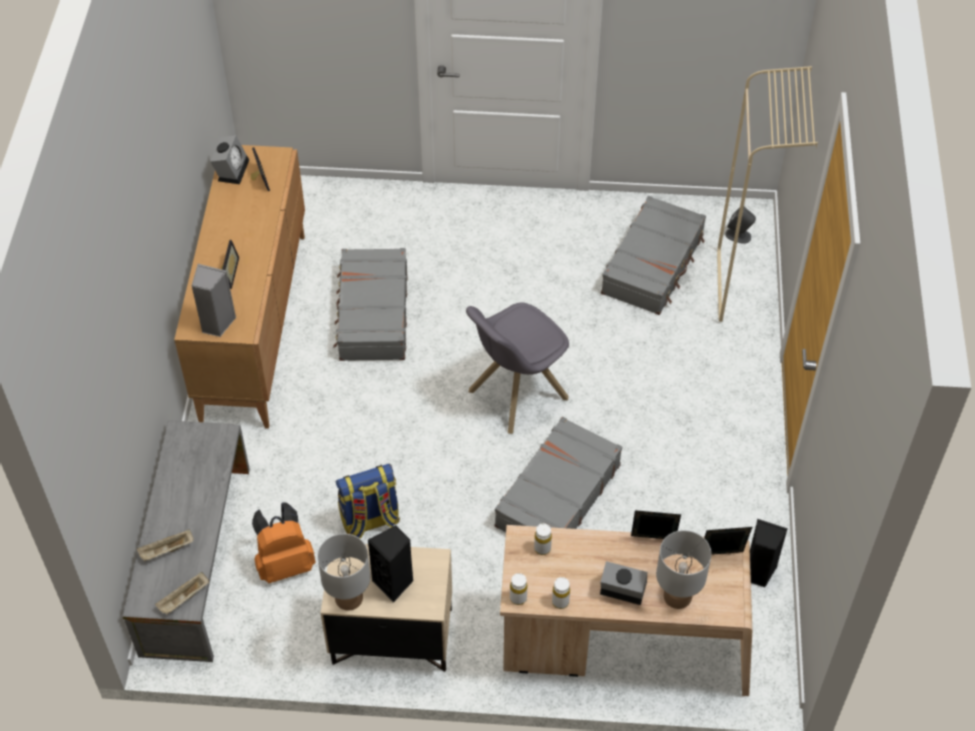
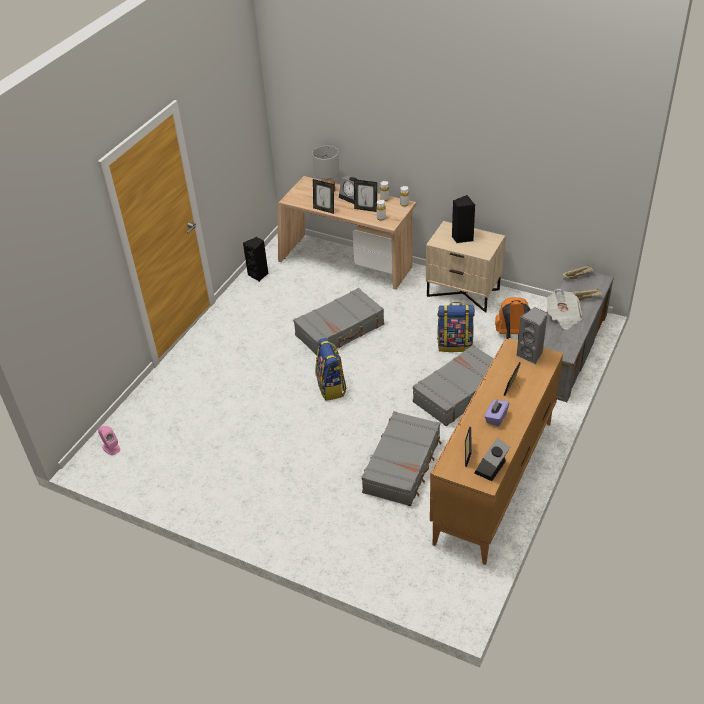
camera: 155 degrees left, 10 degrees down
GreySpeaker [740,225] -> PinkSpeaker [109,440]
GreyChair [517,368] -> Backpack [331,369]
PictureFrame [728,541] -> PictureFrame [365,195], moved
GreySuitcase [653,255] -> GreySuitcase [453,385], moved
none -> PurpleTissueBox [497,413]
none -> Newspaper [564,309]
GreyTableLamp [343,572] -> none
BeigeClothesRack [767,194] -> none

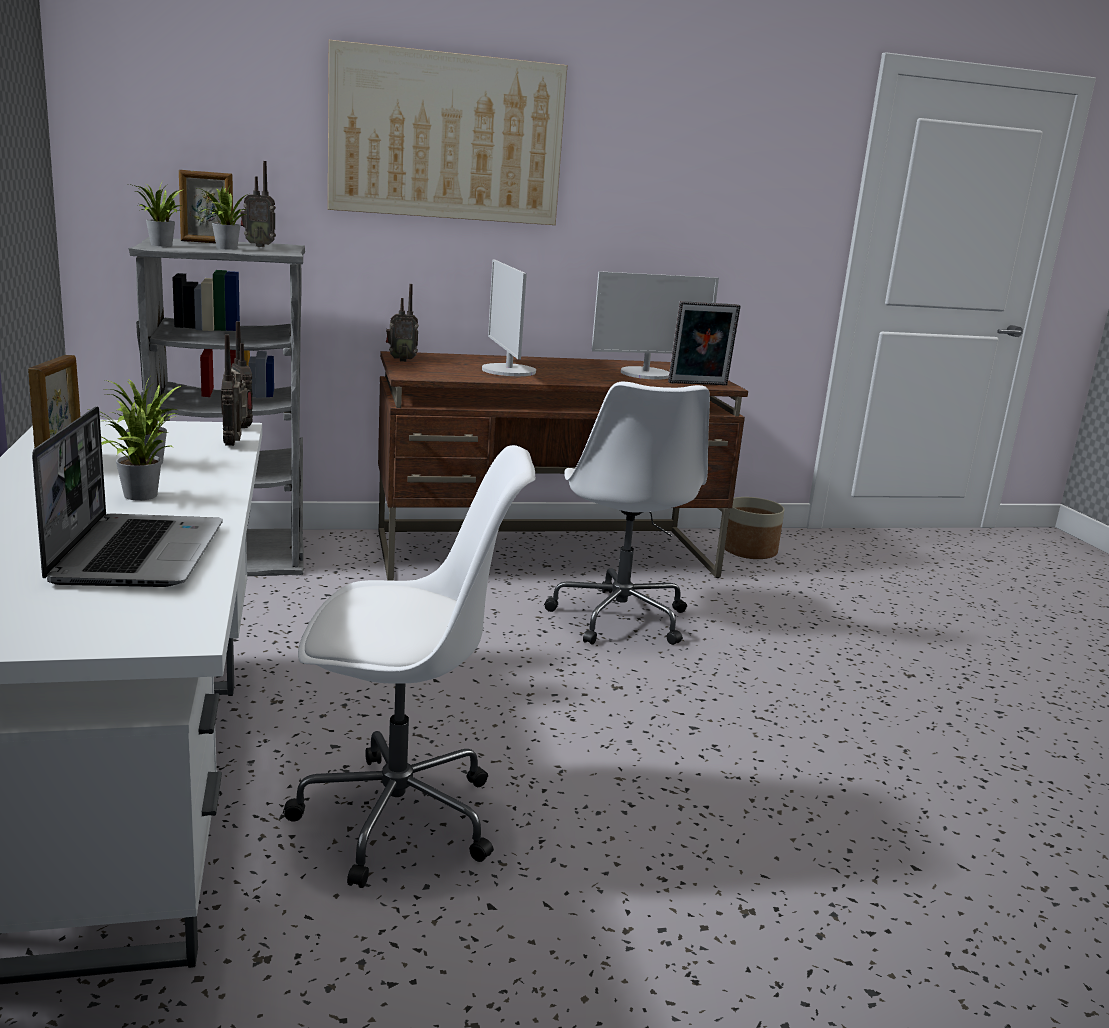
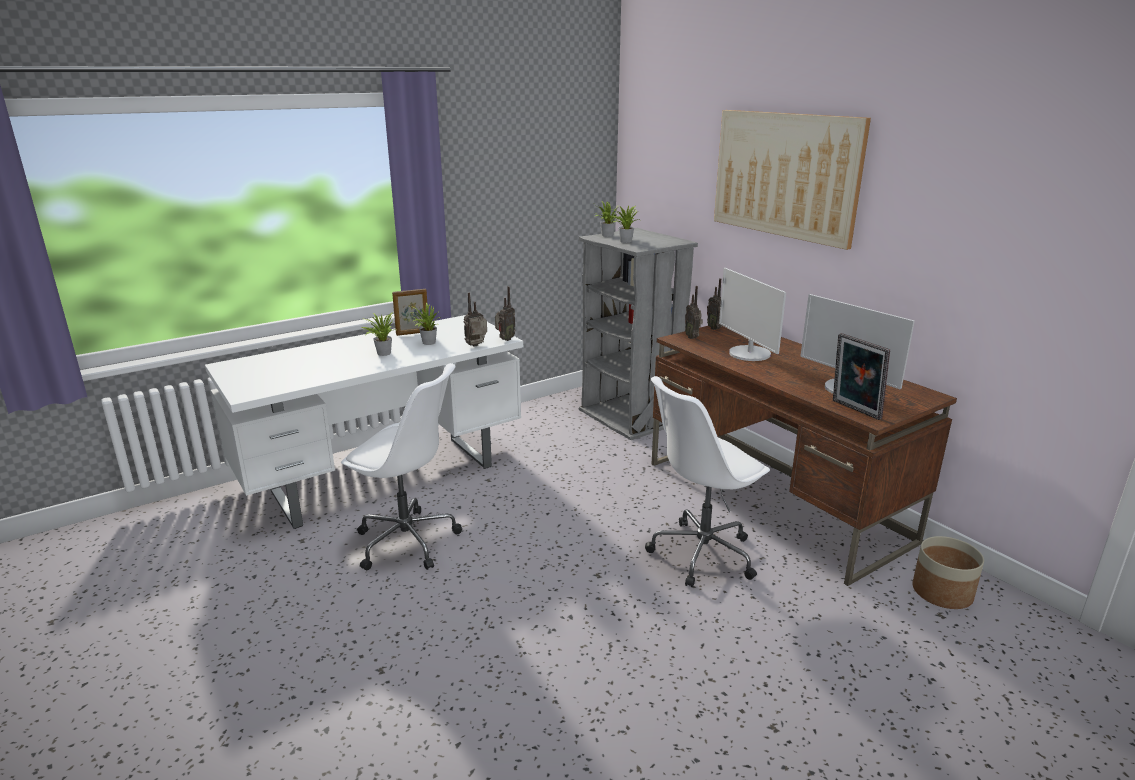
camera: 70 degrees right, 5 degrees up
WhiteOfficeChair [409,666] -> WhiteOfficeChair [401,466], 45 degrees counterclockwise
Radio [258,204] -> Radio [694,312], moved
Monitor [509,317] -> Monitor [752,314], 75 degrees counterclockwise
Laptop [127,496] -> none
PictureFrame [206,206] -> none

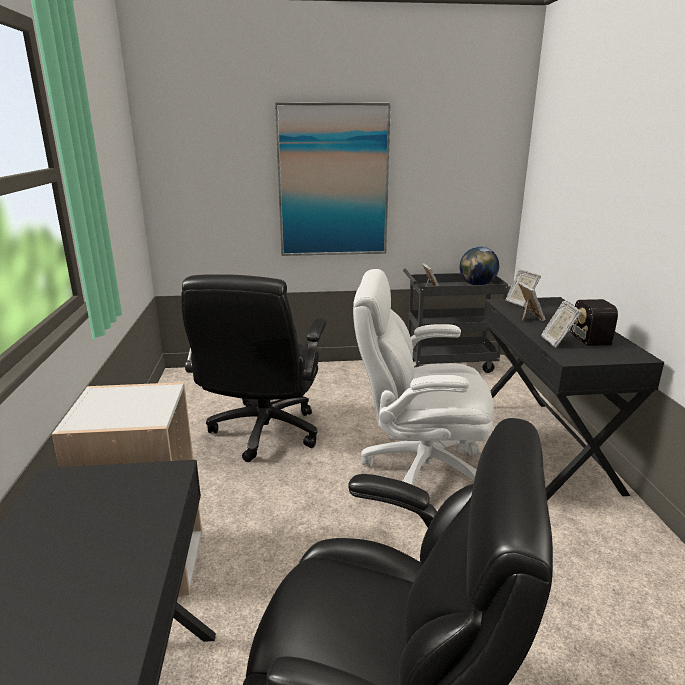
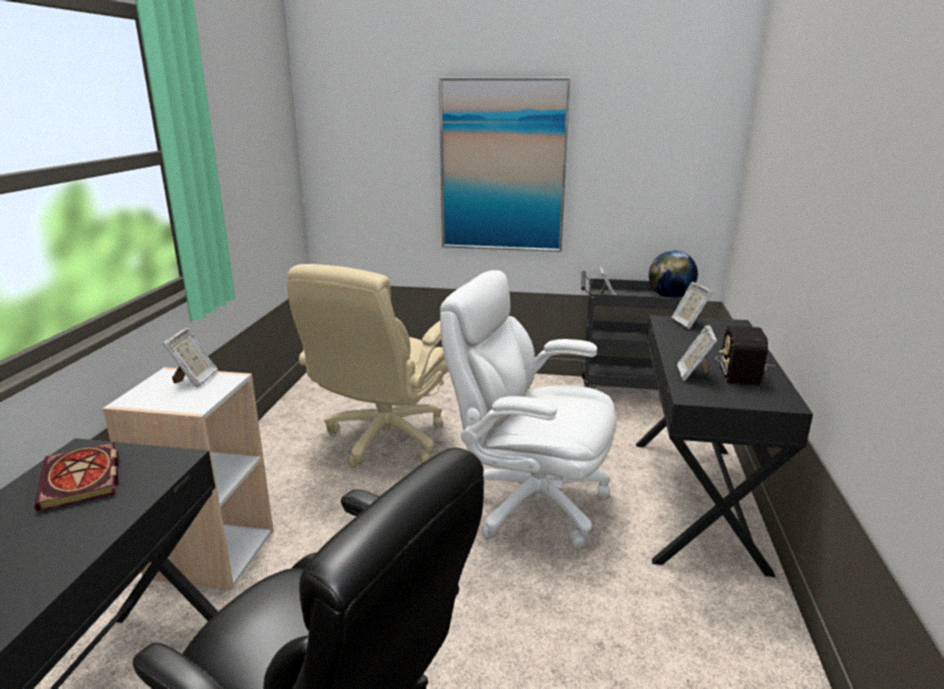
camera: 15 degrees right, 0 degrees up
none -> Book [76,476]
PictureFrame [531,301] -> PictureFrame [190,358], moved
BlackOfficeChair [253,368] -> BeigeOfficeChair [368,366]

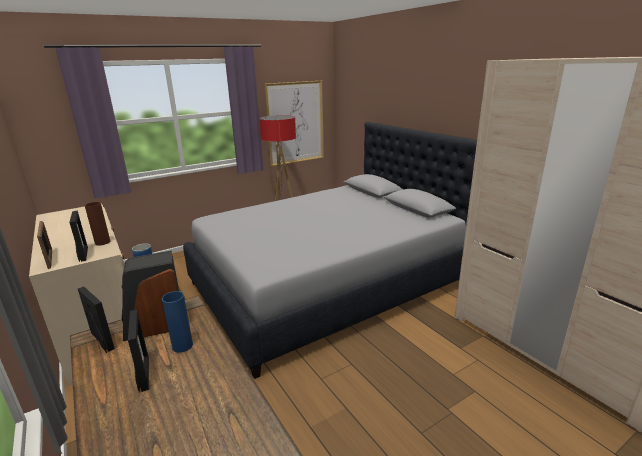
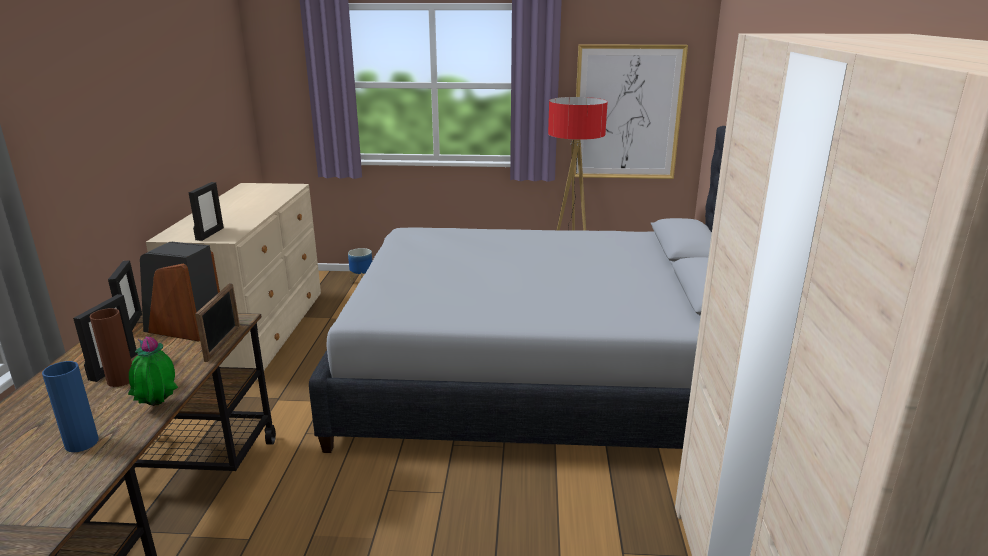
camera: 35 degrees right, 0 degrees up
BlueVase [177,322] -> BlueVase [70,406], moved
BrownVase [97,223] -> BrownVase [110,347], moved
none -> PottedPlant [153,371]
PictureFrame [44,245] -> PictureFrame [217,322], moved

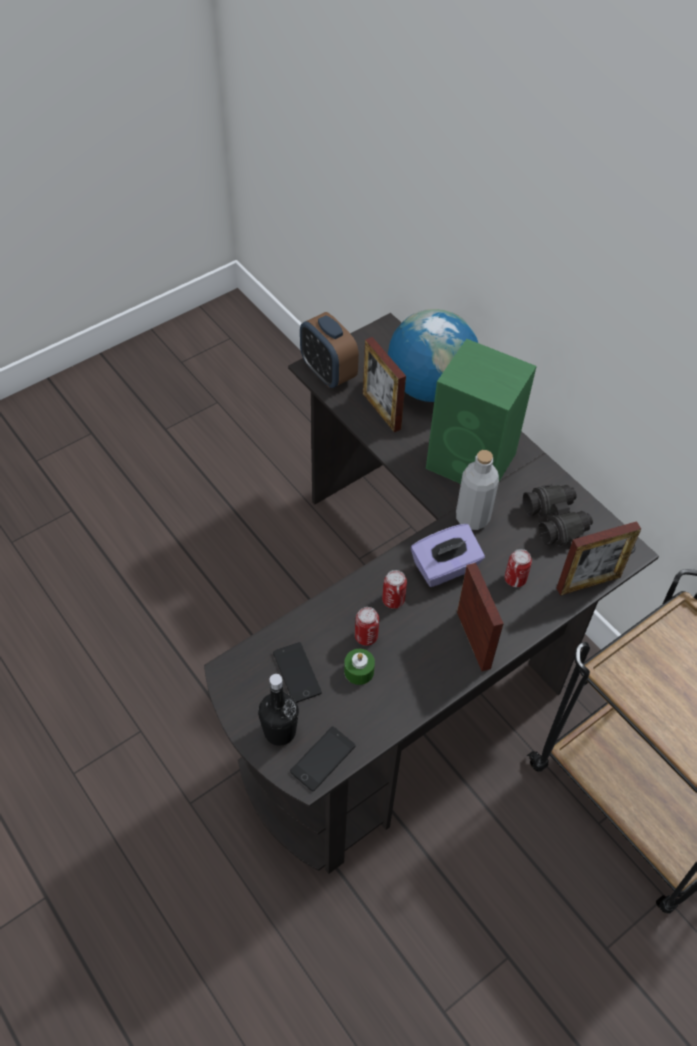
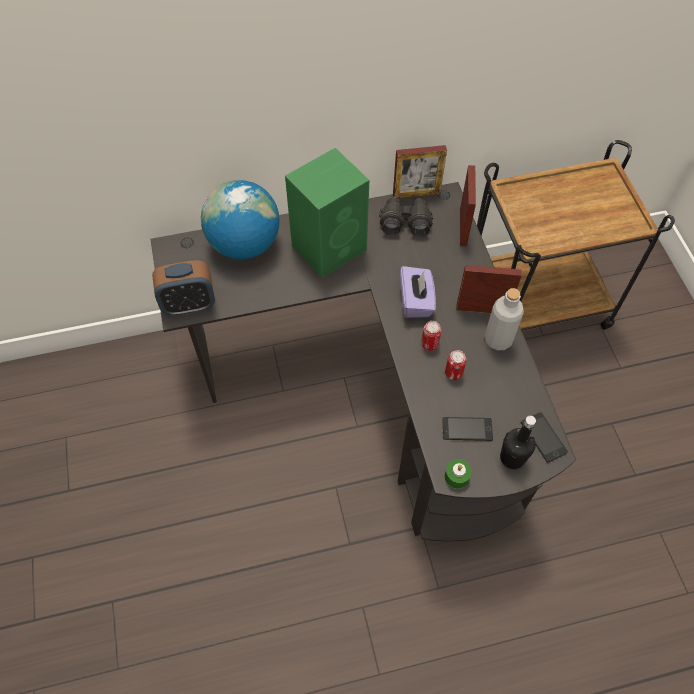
camera: 65 degrees left, 5 degrees up
PictureFrame [384,384] -> PictureFrame [420,171], moved
GreenCandle [359,667] -> GreenCandle [458,474], moved
GreyBottle [477,490] -> GreyBottle [504,319], moved
Can [518,568] -> none

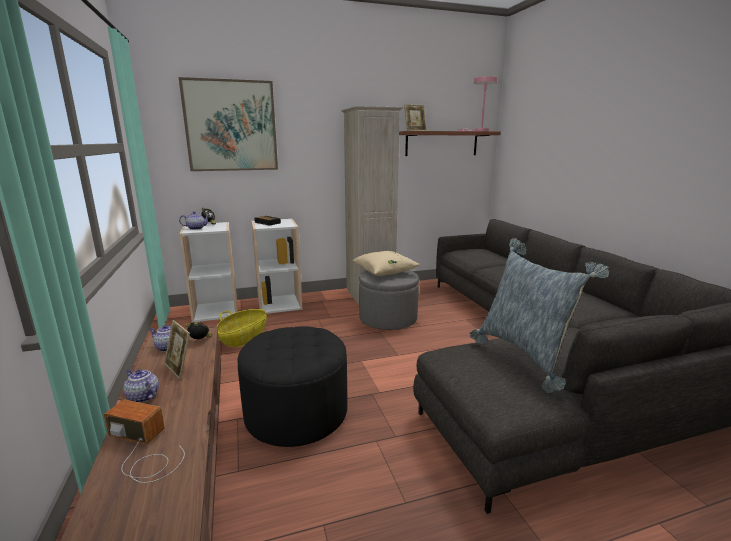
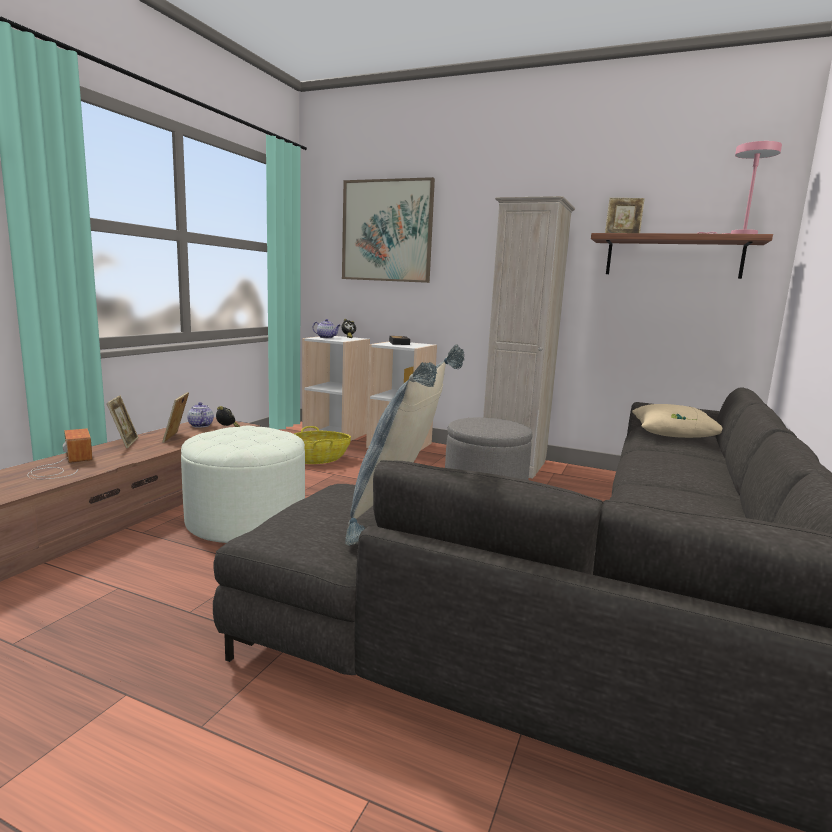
camera: 40 degrees right, 5 degrees down
Teapot [141,386] -> PictureFrame [122,422]
BlackOttoman [292,386] -> WhiteOttoman [243,484]
BeigePillow [386,263] -> BeigePillow [677,421], moved

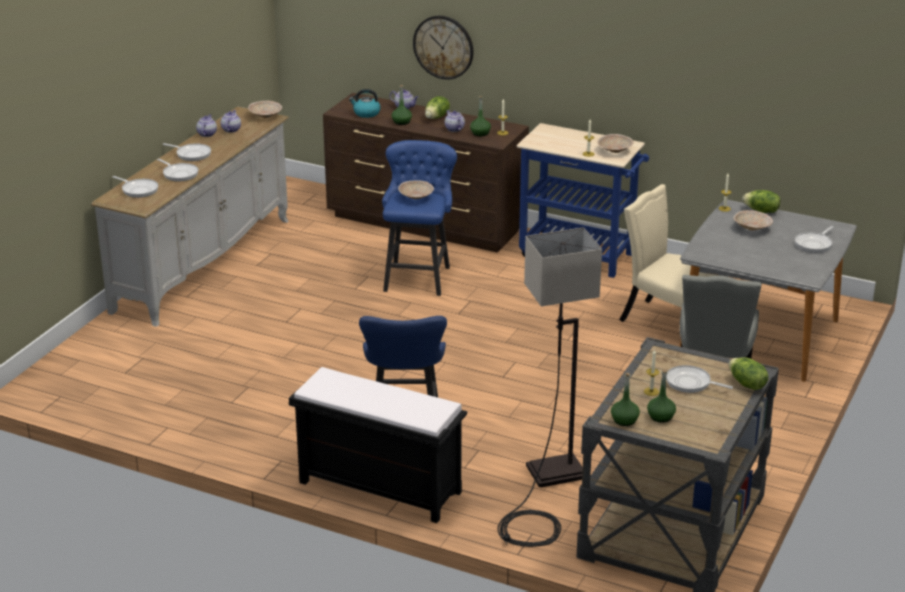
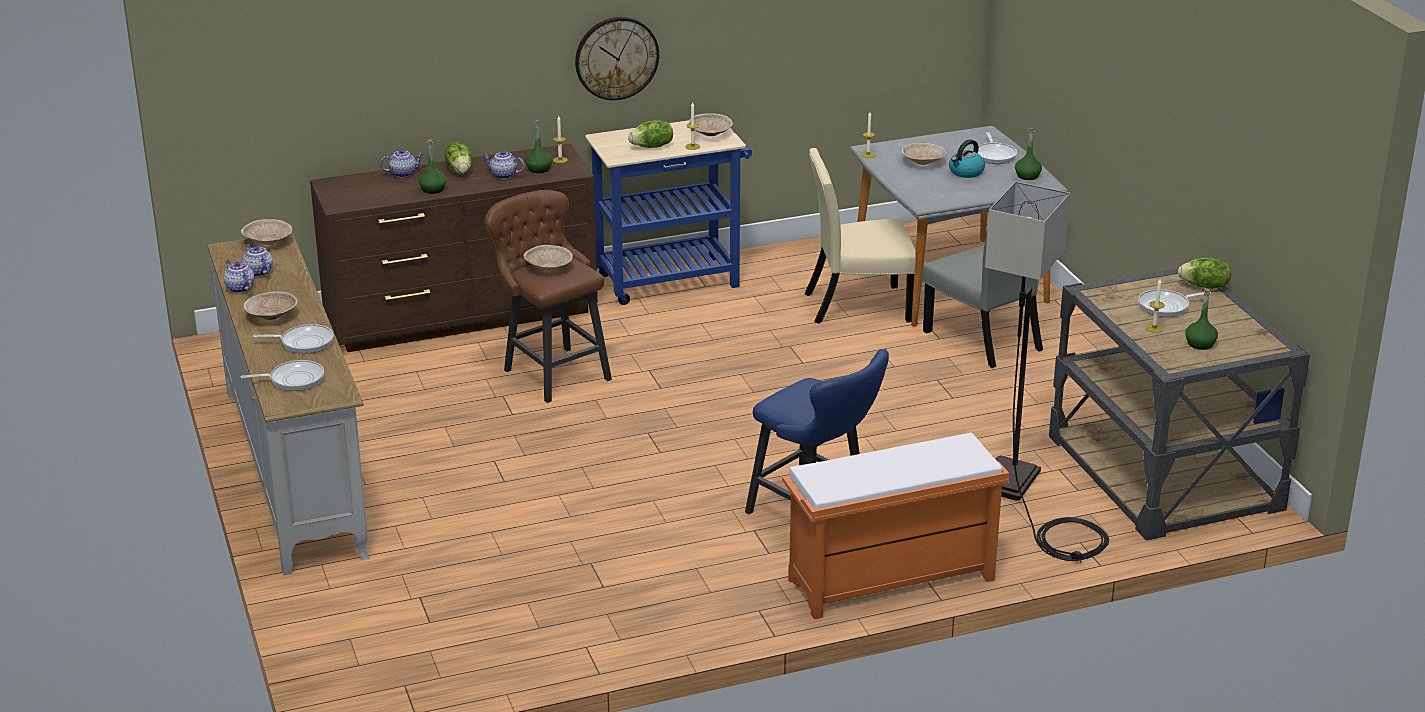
camera: 45 degrees left, 0 degrees up
FryingPan [187,152] -> BeigeBowl [270,305]
BlueStool [419,218] -> BrownStool [548,296]
WallClock [443,48] -> WallClock [617,58], moved
Lettuce [761,201] -> Lettuce [650,134], moved
BlackBench [378,445] -> OrangeBench [895,526]
Kettle [365,103] -> Kettle [967,158], moved
GreenBottle [625,399] -> GreenBottle [1028,154], moved

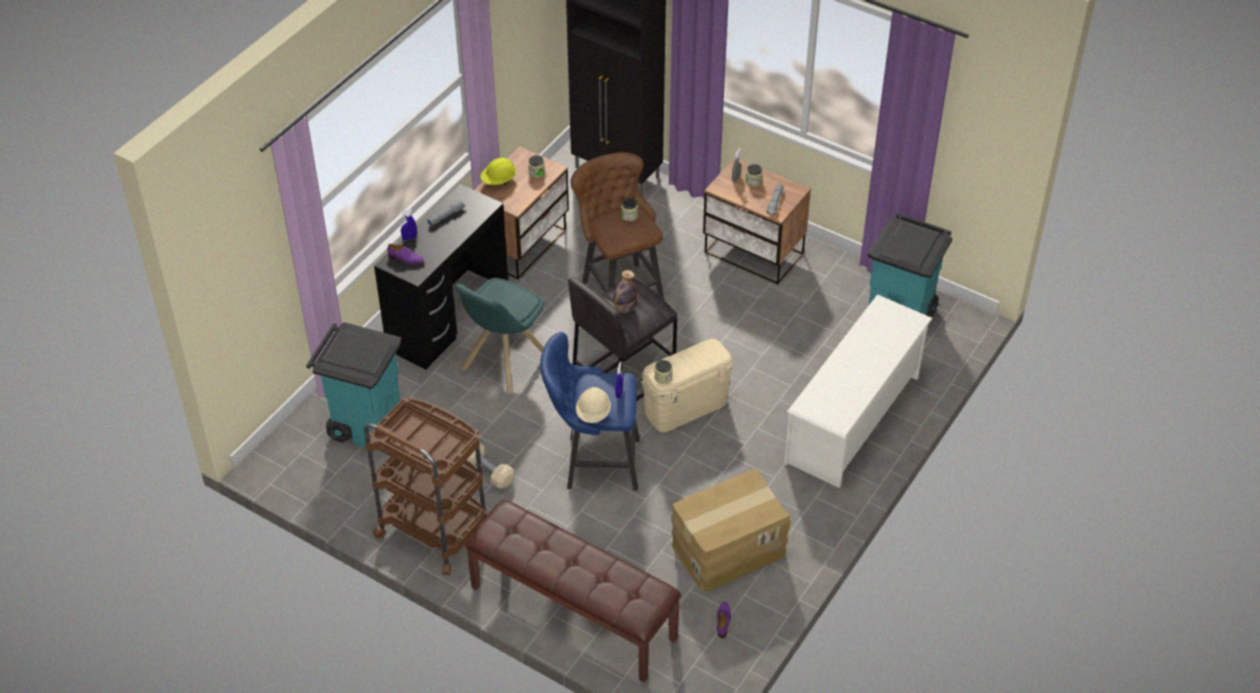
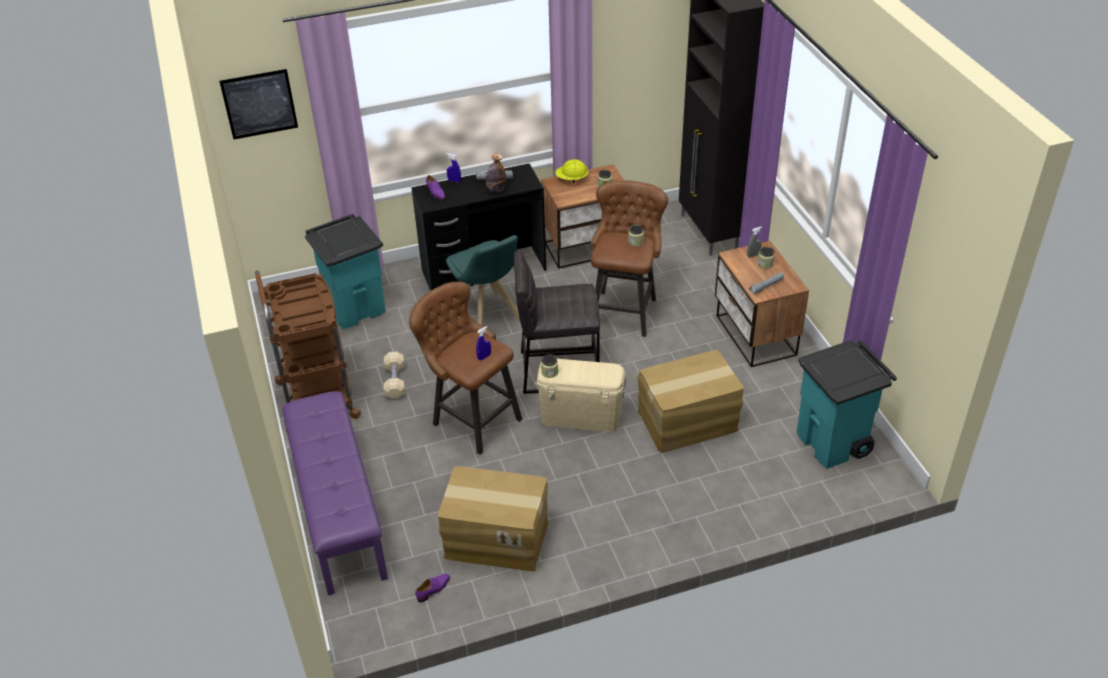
camera: 40 degrees right, 5 degrees down
none -> Picture [258,104]
BrownBench [572,591] -> PurpleBench [335,493]
BlueStool [590,411] -> BrownStool [465,368]
TurquoiseChair [500,336] -> TurquoiseChair [483,280], 105 degrees counterclockwise
Bottle [625,291] -> Bottle [496,172], moved
none -> CardboardBox [691,401]
BeigeHardHat [593,405] -> none
WhiteShoeRack [858,391] -> none

